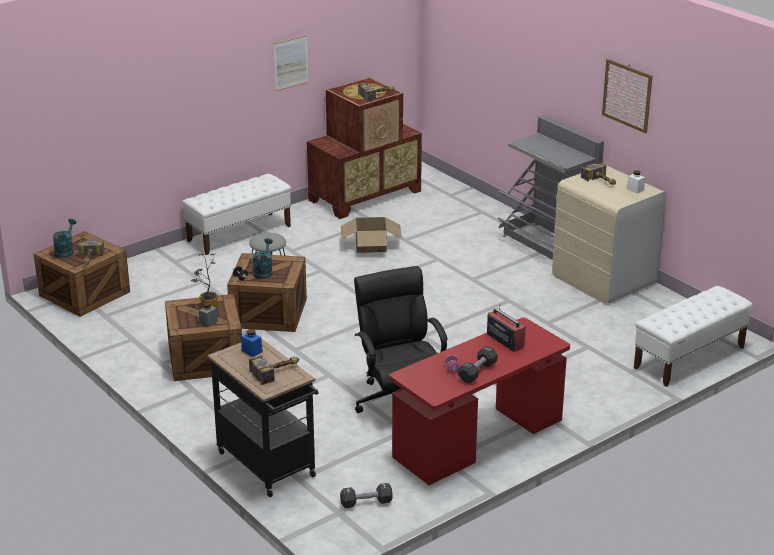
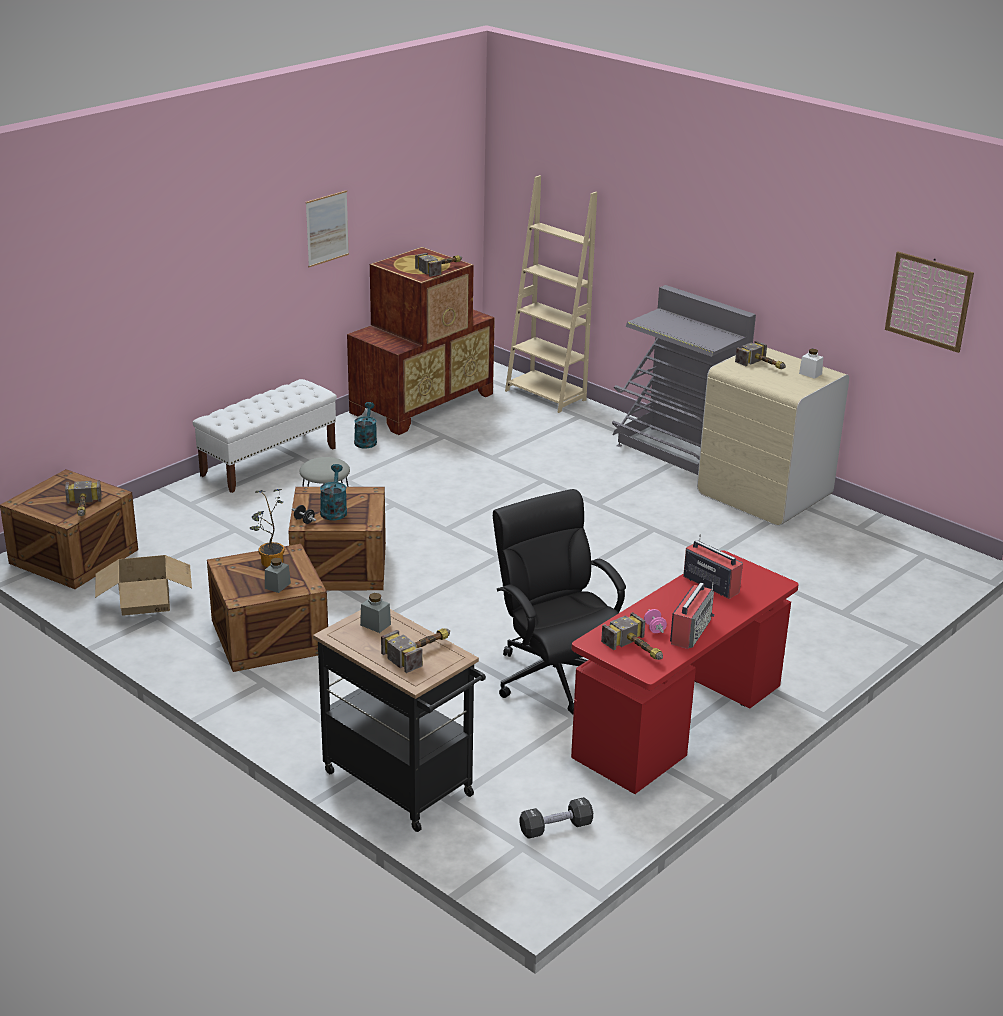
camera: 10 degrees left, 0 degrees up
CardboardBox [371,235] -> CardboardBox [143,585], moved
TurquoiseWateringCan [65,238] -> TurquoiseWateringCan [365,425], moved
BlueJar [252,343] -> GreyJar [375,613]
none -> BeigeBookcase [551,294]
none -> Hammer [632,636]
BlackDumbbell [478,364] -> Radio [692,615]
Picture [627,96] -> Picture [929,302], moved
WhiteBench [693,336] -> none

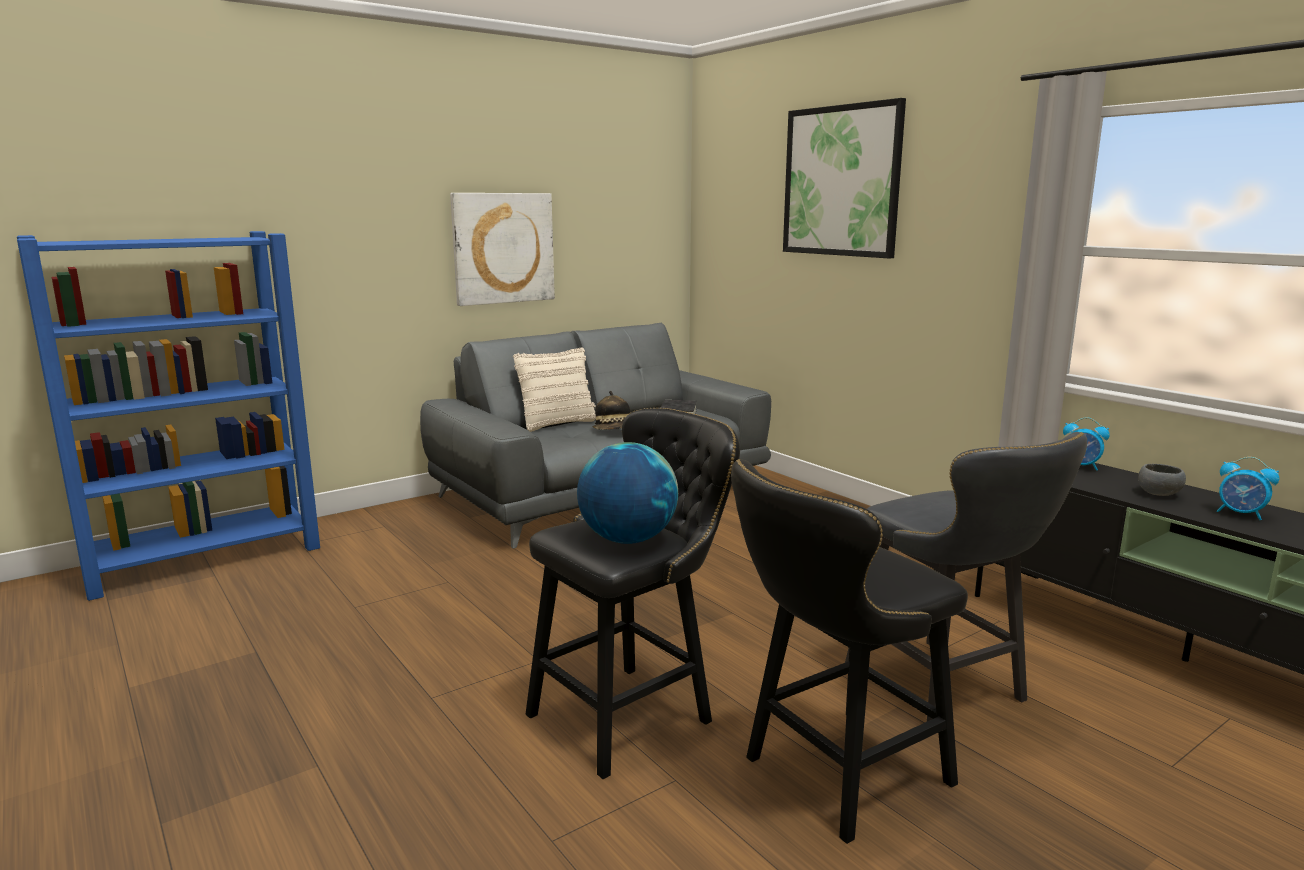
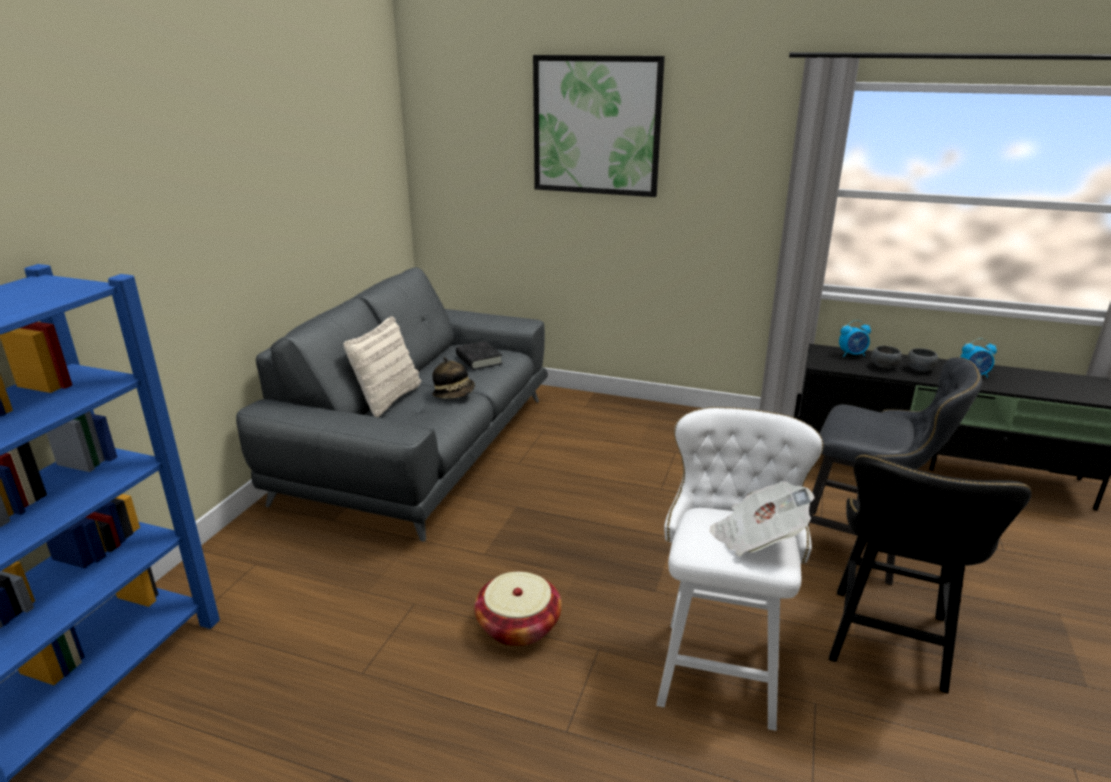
camera: 35 degrees left, 10 degrees up
none -> Basket [518,609]
BlackStool [632,593] -> WhiteStool [740,569]
Globe [627,493] -> Newspaper [762,518]
none -> GreyBowl [886,357]
Picture [502,249] -> none

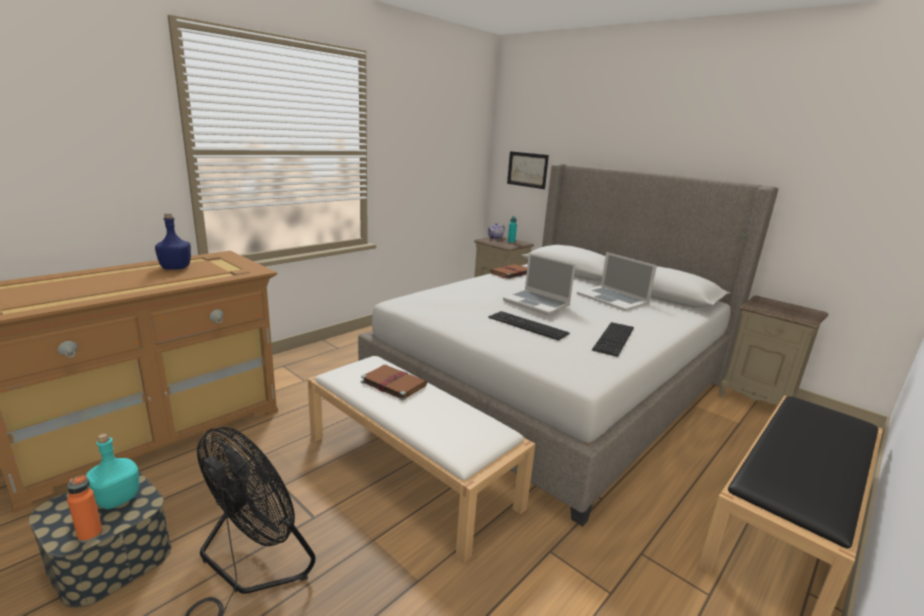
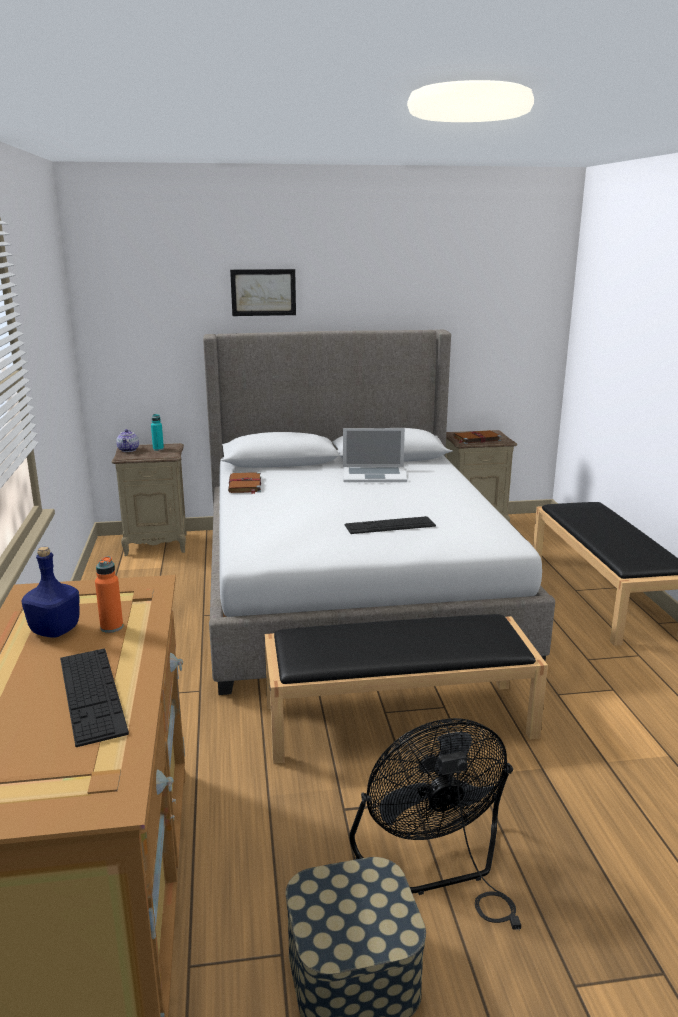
camera: 50 degrees left, 0 degrees up
Keyboard [613,339] -> Keyboard [94,697], moved
OrangeBottle [85,509] -> OrangeBottle [109,594], moved
Picture [528,170] -> Picture [263,292], moved
WhiteBench [421,459] -> BlackBench [406,689]
BrownBook [394,383] -> BrownBook [477,437], moved
TurquoiseBottle [112,471] -> none
Laptop [539,284] -> none

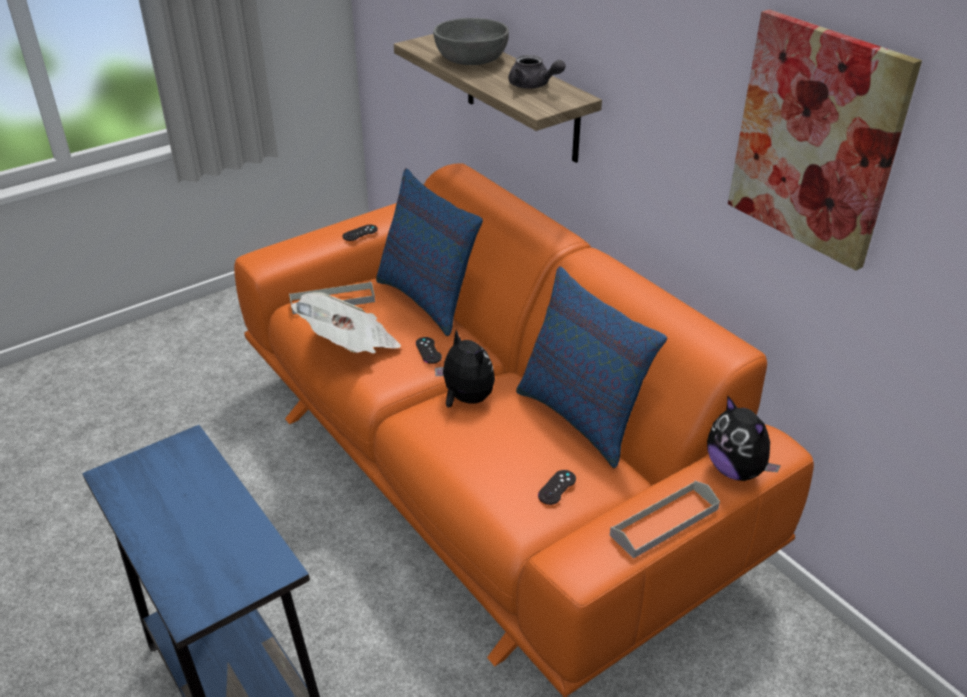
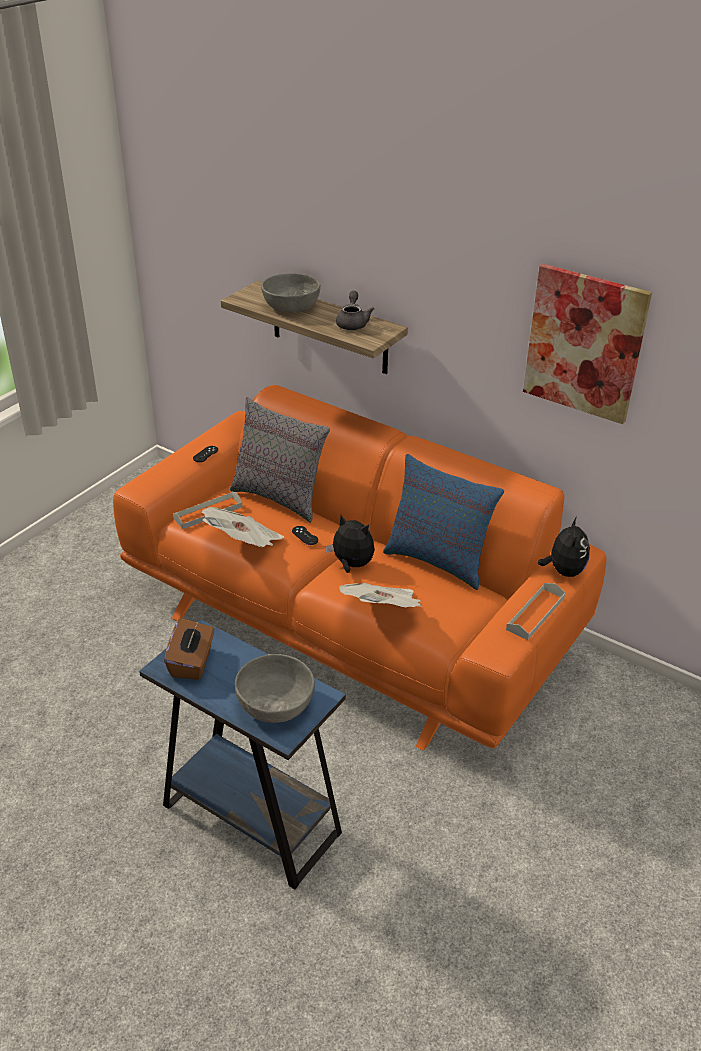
camera: 20 degrees left, 0 degrees up
none -> BrownTissueBox [189,649]
BluePillow [429,252] -> GreyPillow [280,460]
none -> GreyBowl [275,688]
GreyTeapot [537,72] -> GreyTeapot [355,310], 105 degrees counterclockwise
none -> Newspaper [380,594]
PlushToy [744,438] -> PlushToy [564,547], 120 degrees counterclockwise
BlackGameController [557,487] -> none

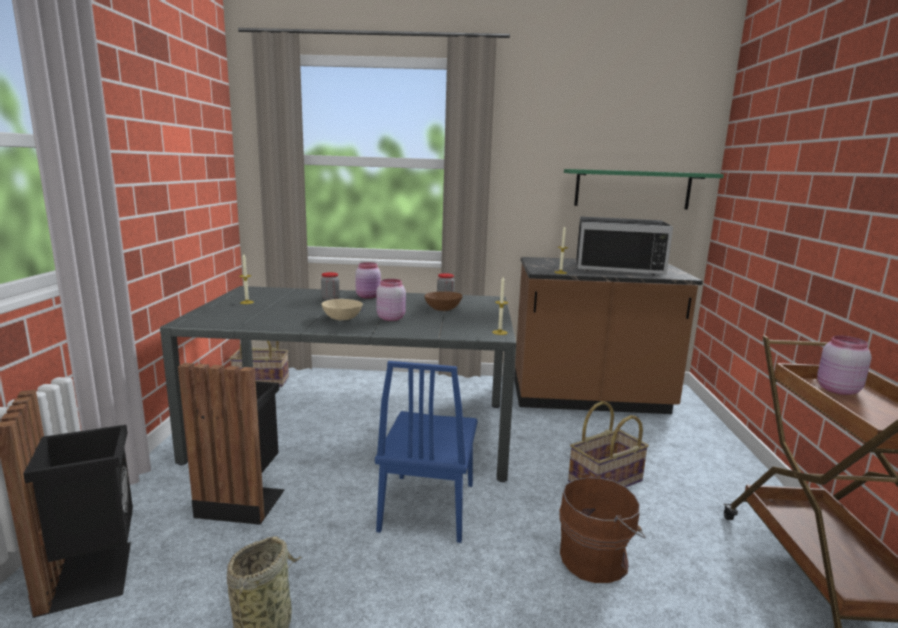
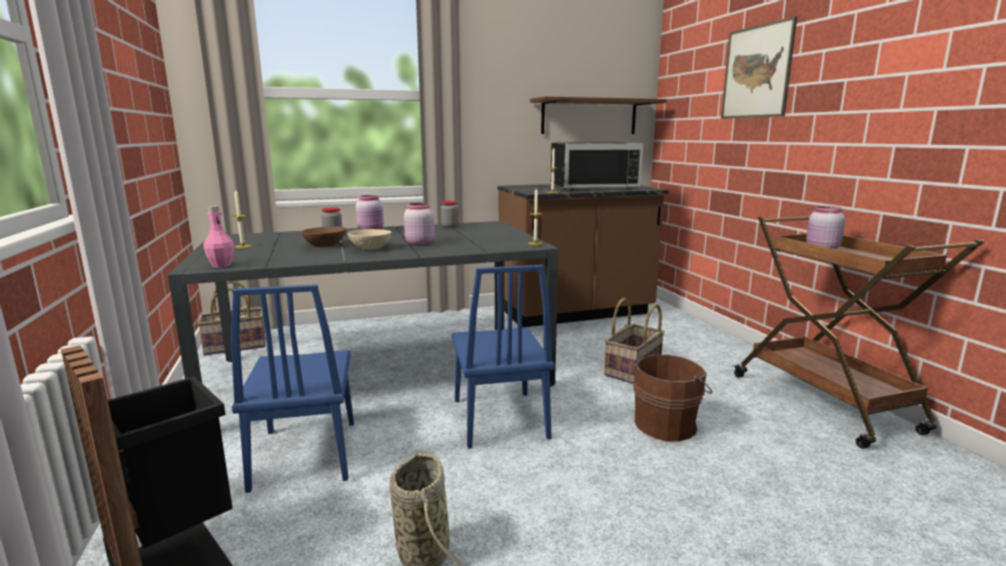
camera: 20 degrees left, 0 degrees up
none -> PinkBottle [218,237]
BlackTrashCan [231,444] -> BlueChair [292,388]
BrownBowl [443,301] -> BrownBowl [323,236], moved
GreenShelf [644,189] -> BrownShelf [598,115]
none -> Picture [759,67]

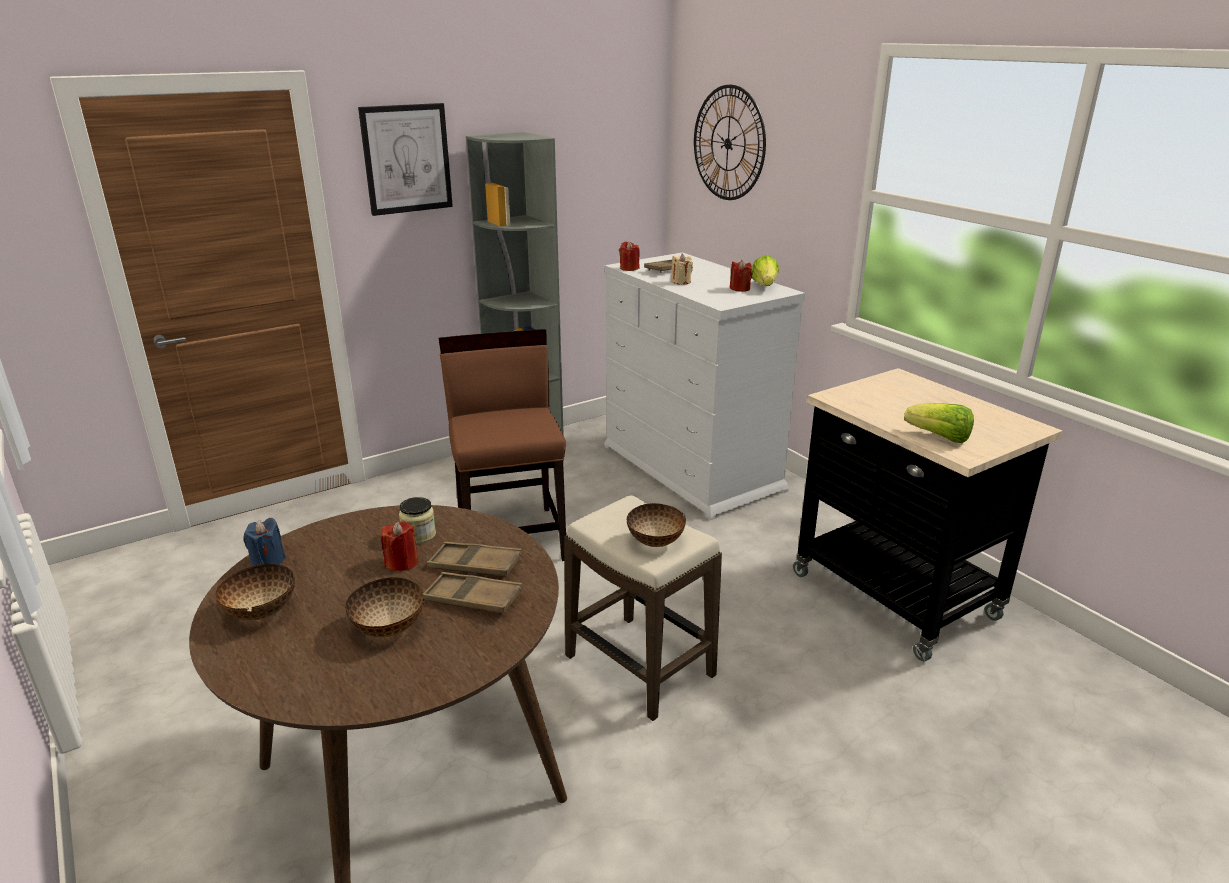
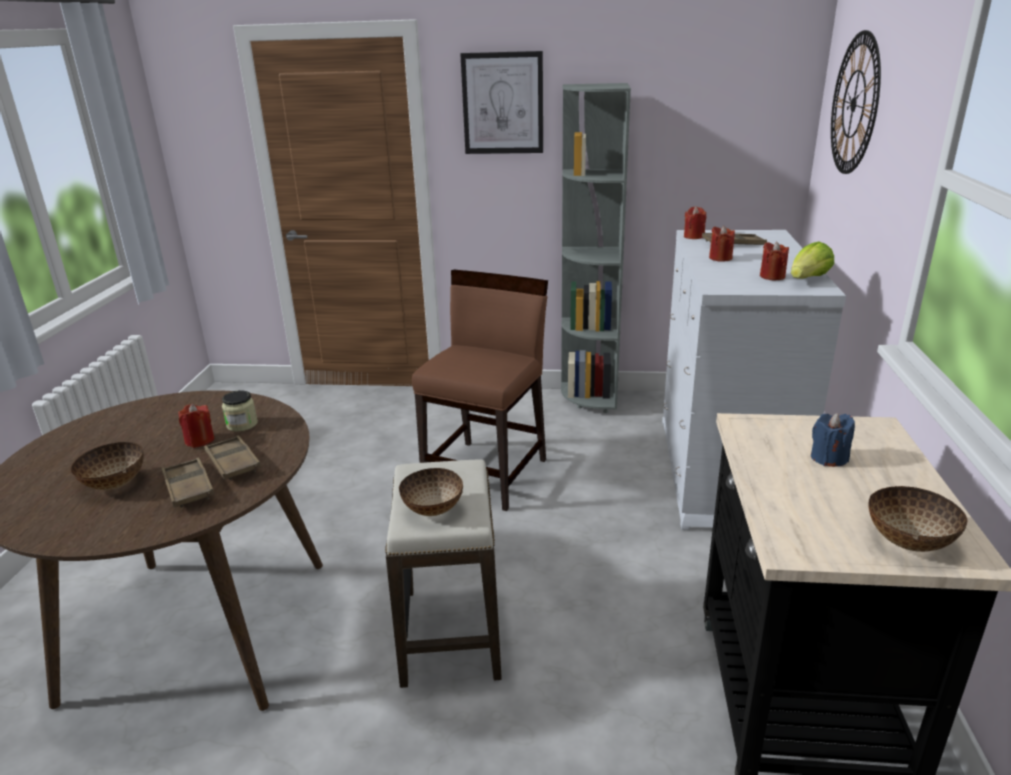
camera: 40 degrees right, 0 degrees up
BeigeCandle [682,269] -> RedCandle [722,244]
BlueCandle [264,542] -> BlueCandle [833,440], moved
Bowl [255,592] -> Bowl [918,519], moved
Lettuce [939,423] -> none

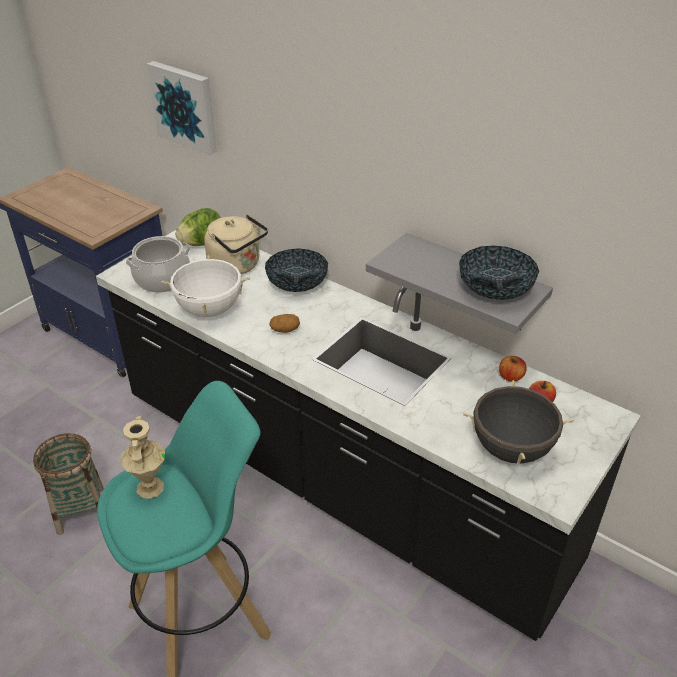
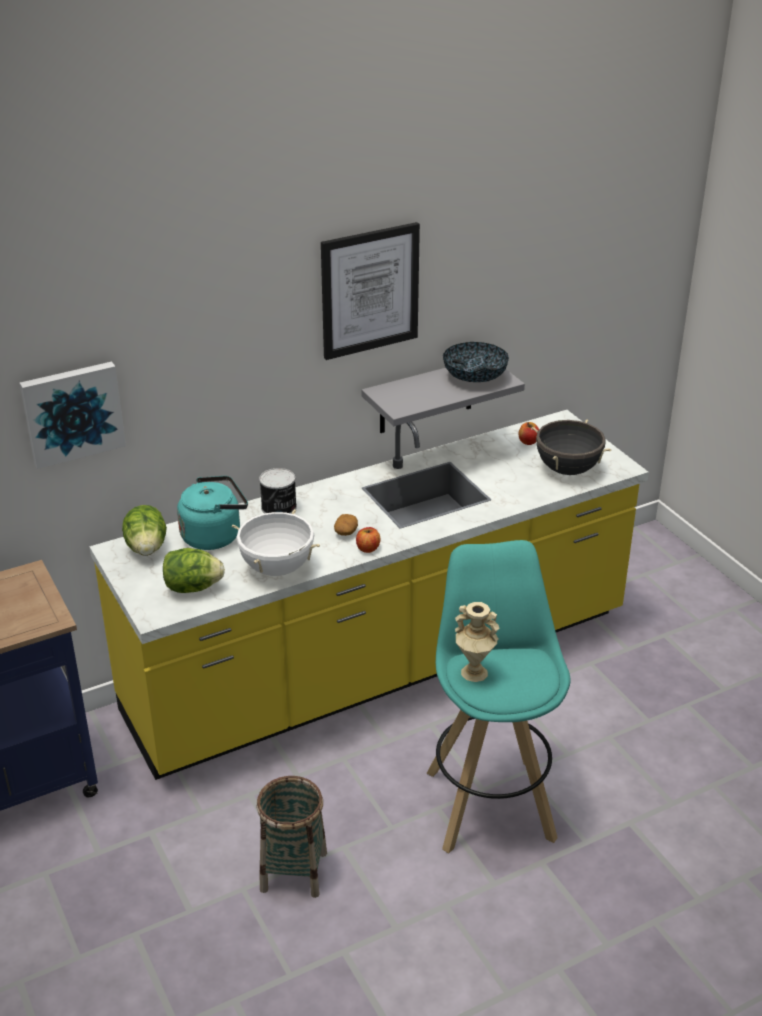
camera: 65 degrees left, 5 degrees down
BlackCounter [368,435] -> YellowCounter [369,595]
CookingPot [158,264] -> Lettuce [194,570]
BeigeKettle [236,244] -> TurquoiseKettle [212,513]
Bowl [296,270] -> Can [278,491]
none -> Picture [370,291]
Apple [513,368] -> Apple [368,540], moved

